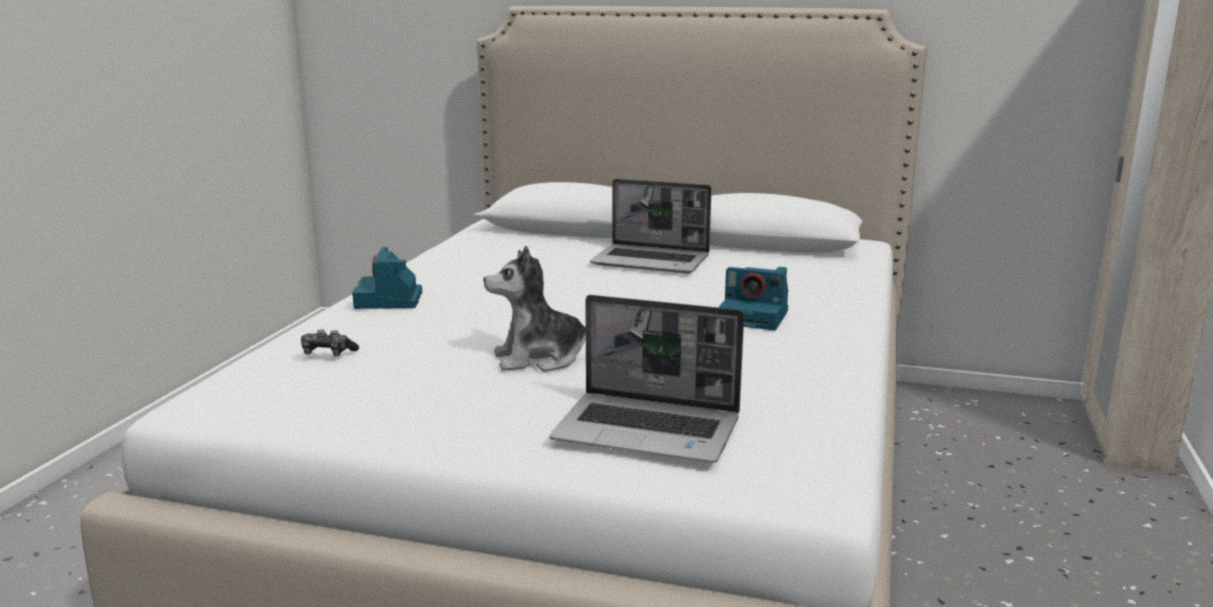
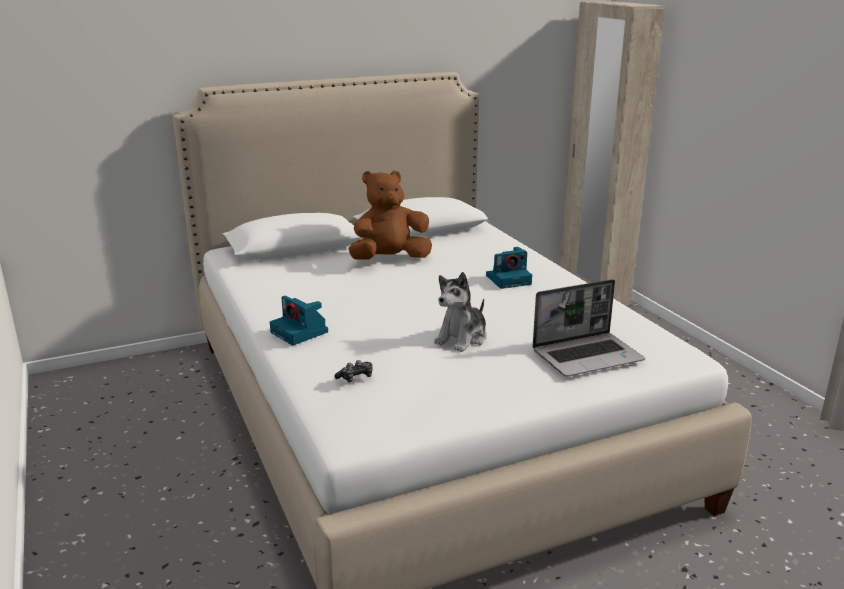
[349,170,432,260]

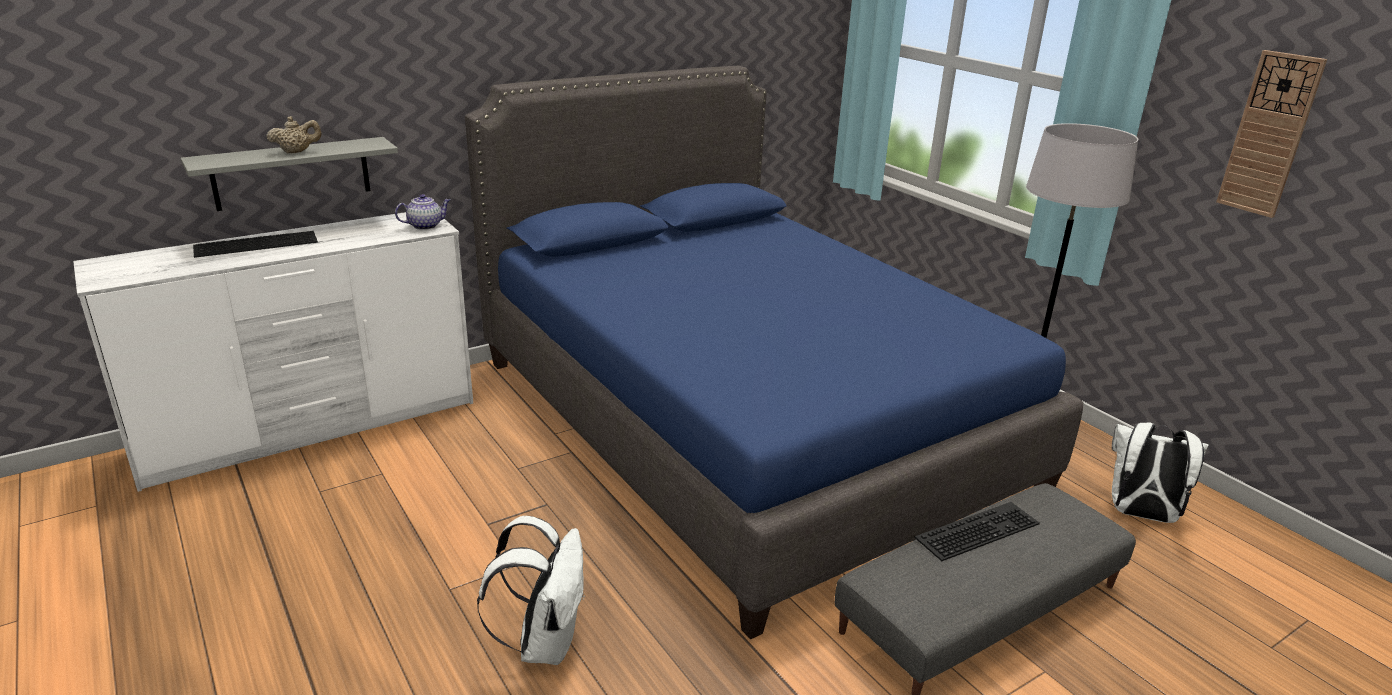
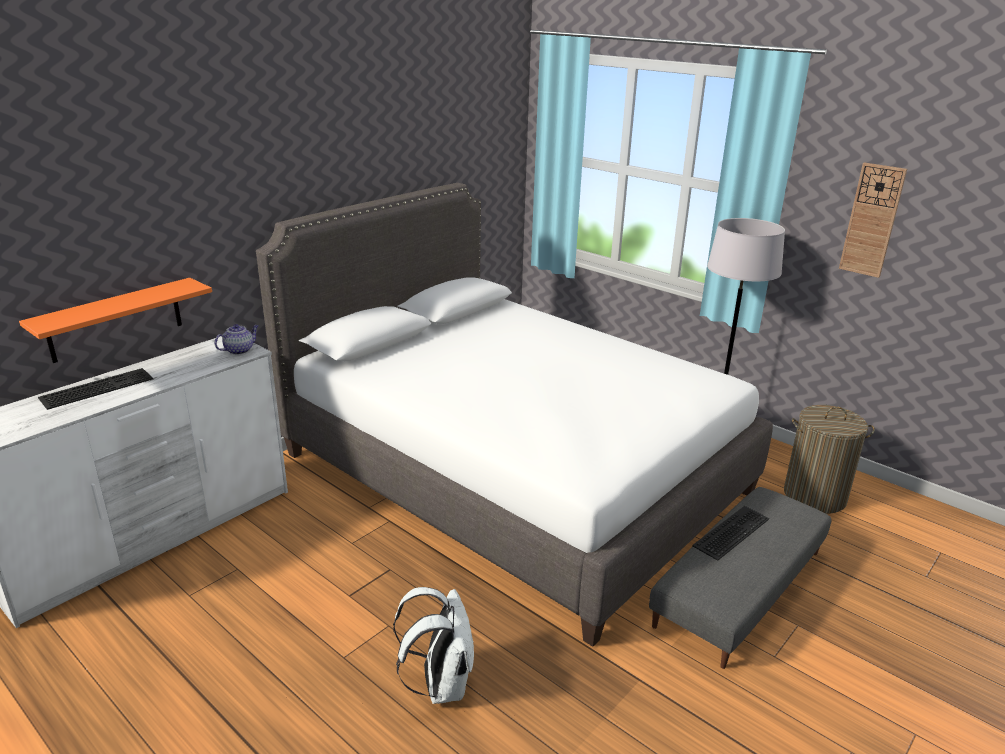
[19,278,212,363]
[256,183,773,647]
[784,405,875,514]
[266,116,322,153] (first image)

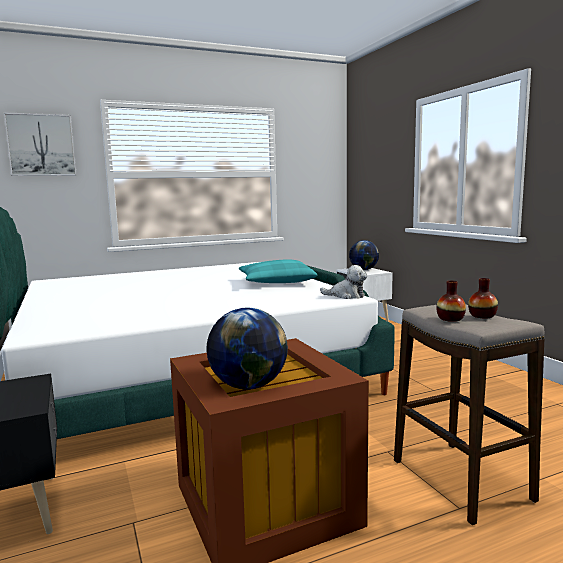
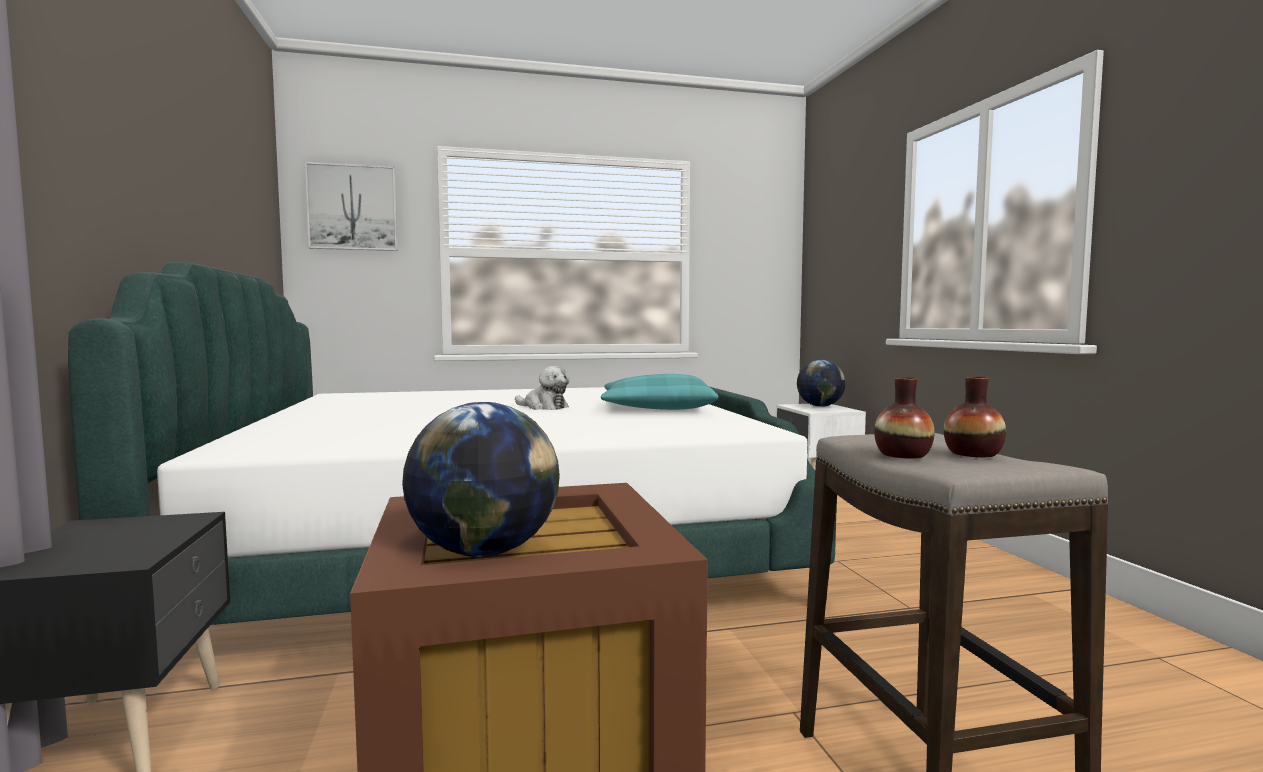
[515,366,569,410]

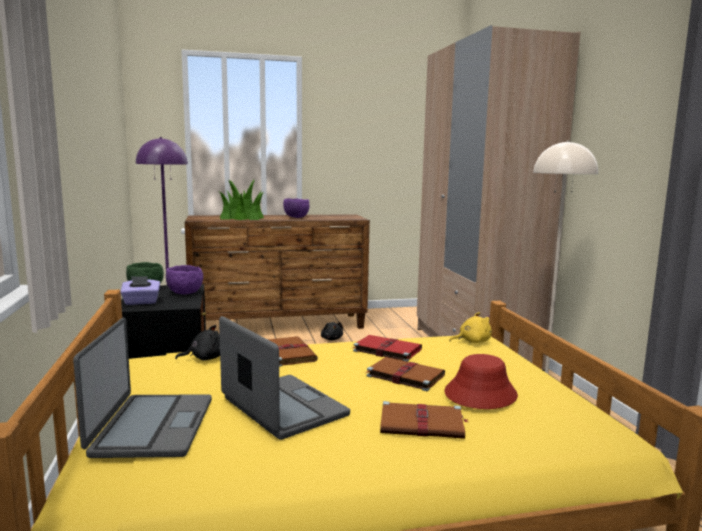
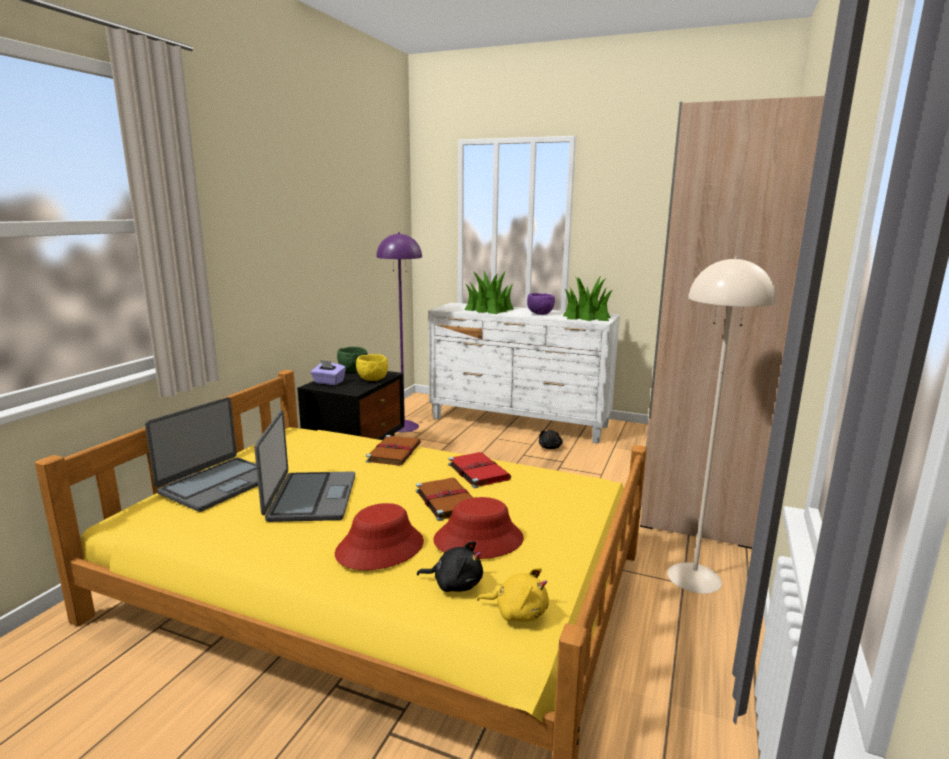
[335,503,424,570]
[356,354,388,381]
[417,541,483,592]
[428,303,620,444]
[477,567,549,622]
[563,275,612,321]

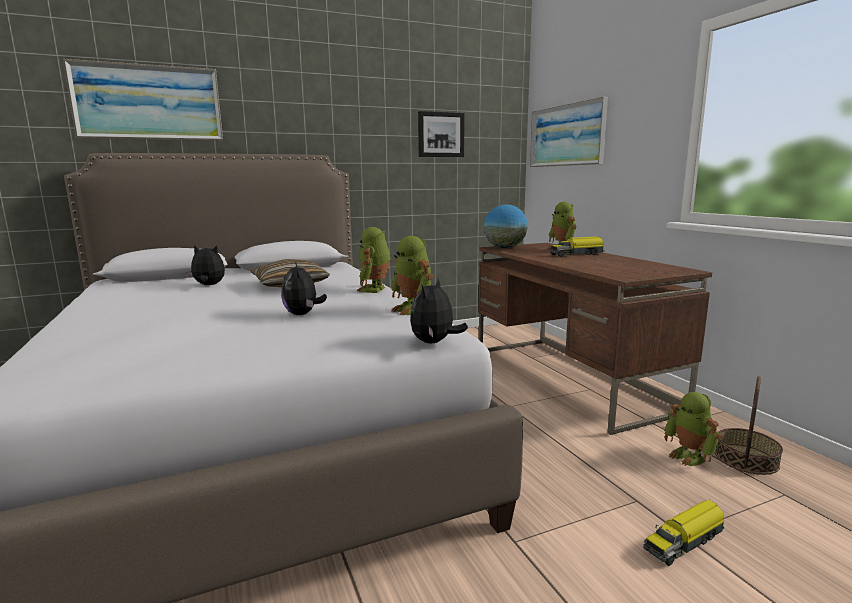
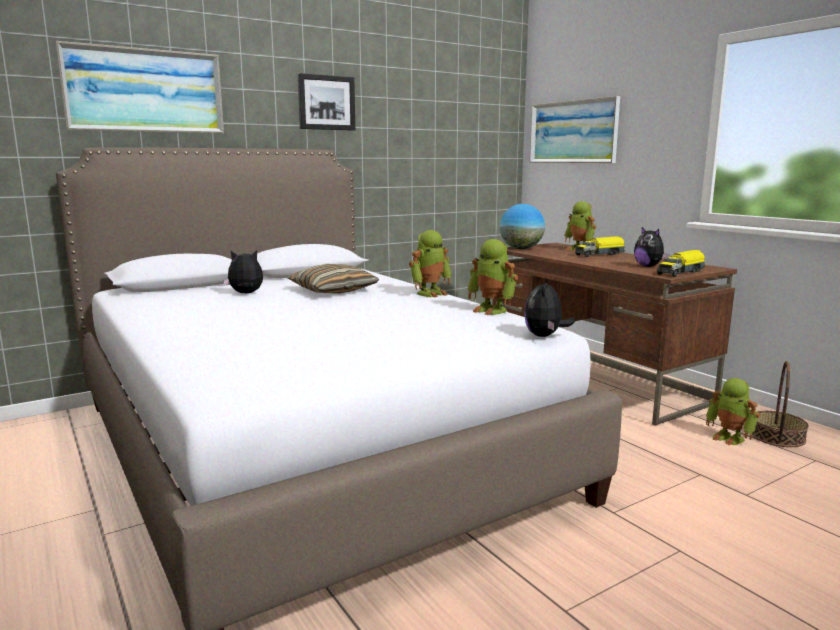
[298,73,355,131]
[409,230,452,298]
[634,227,669,267]
[657,250,705,277]

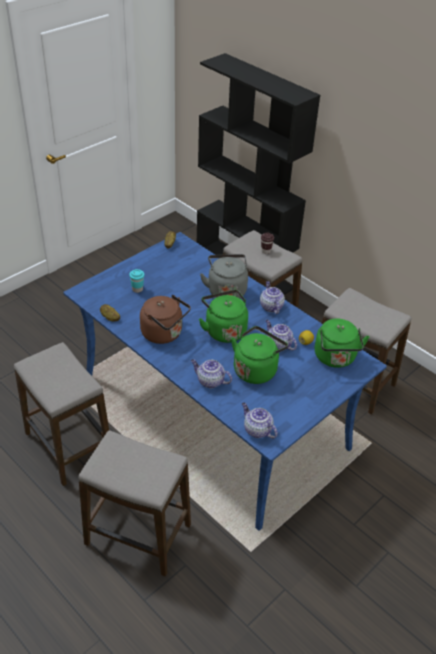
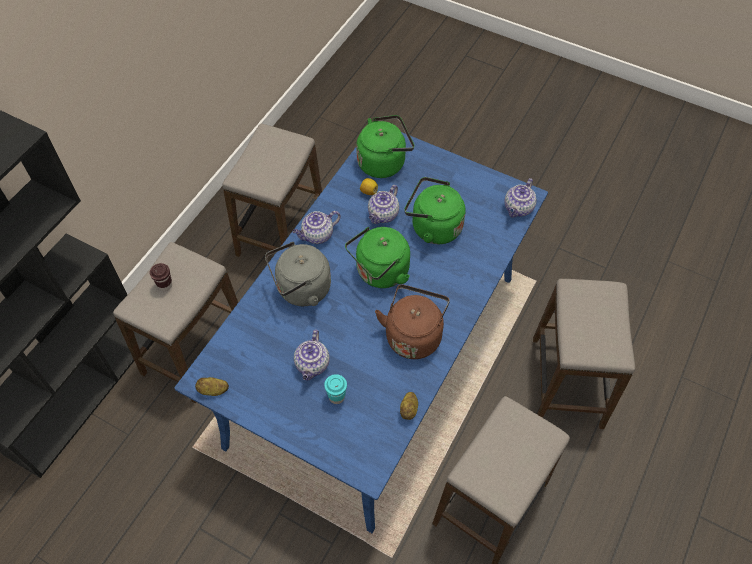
[294,330,330,381]

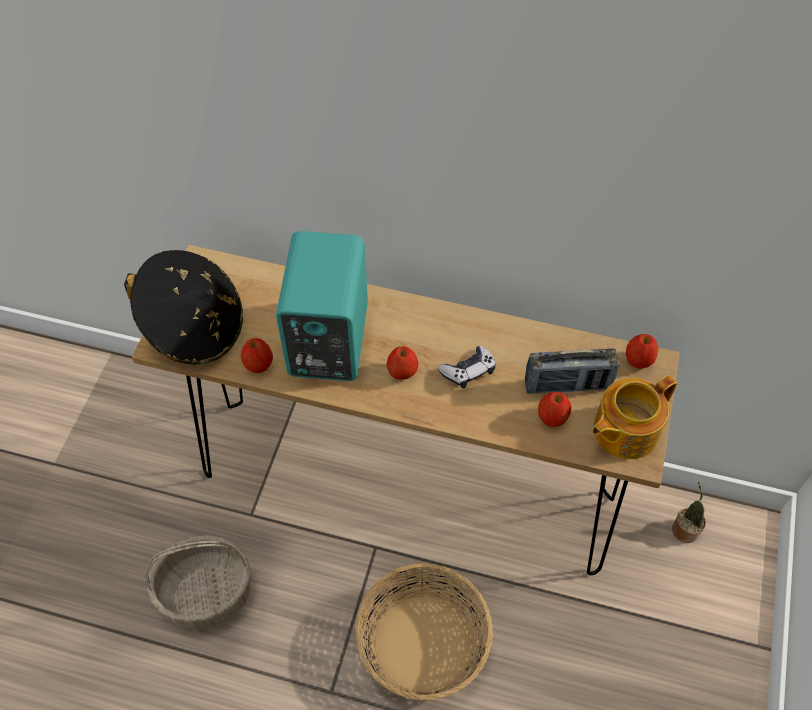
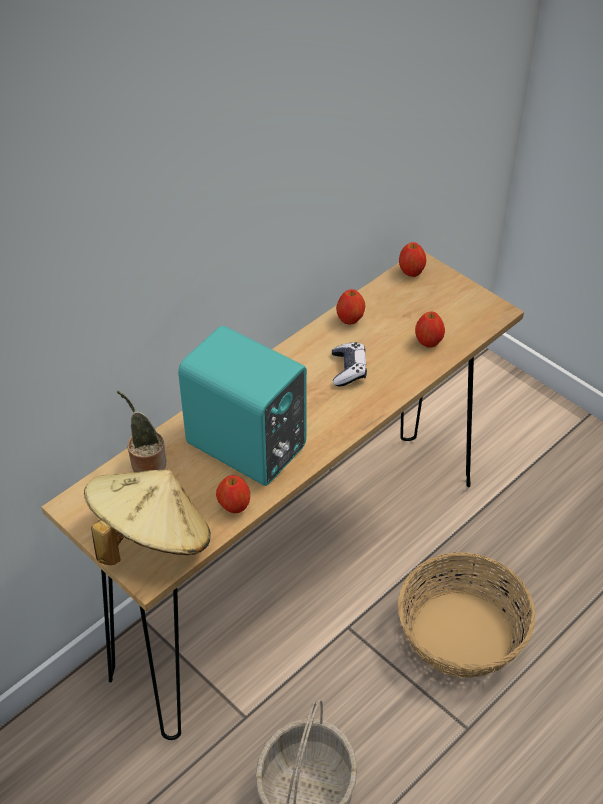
[84,470,210,565]
[117,390,167,472]
[336,289,365,325]
[525,348,620,394] (first image)
[592,375,677,459] (first image)

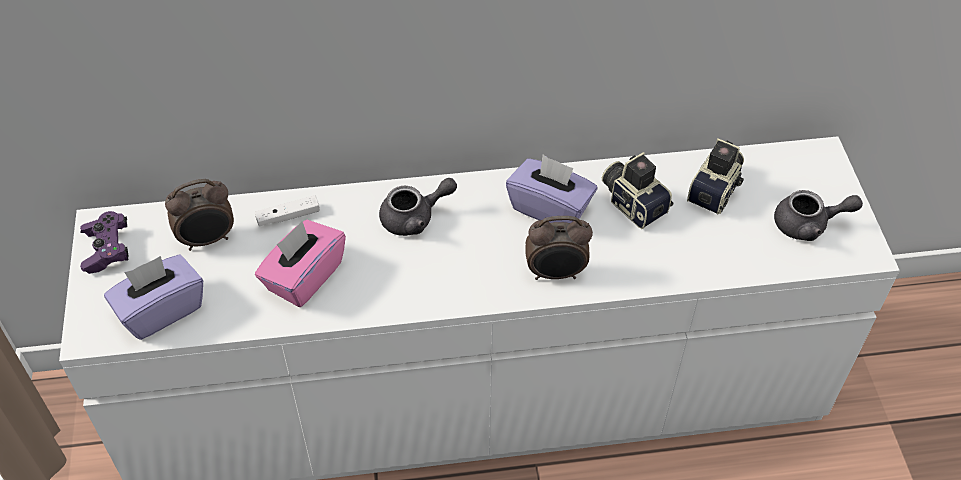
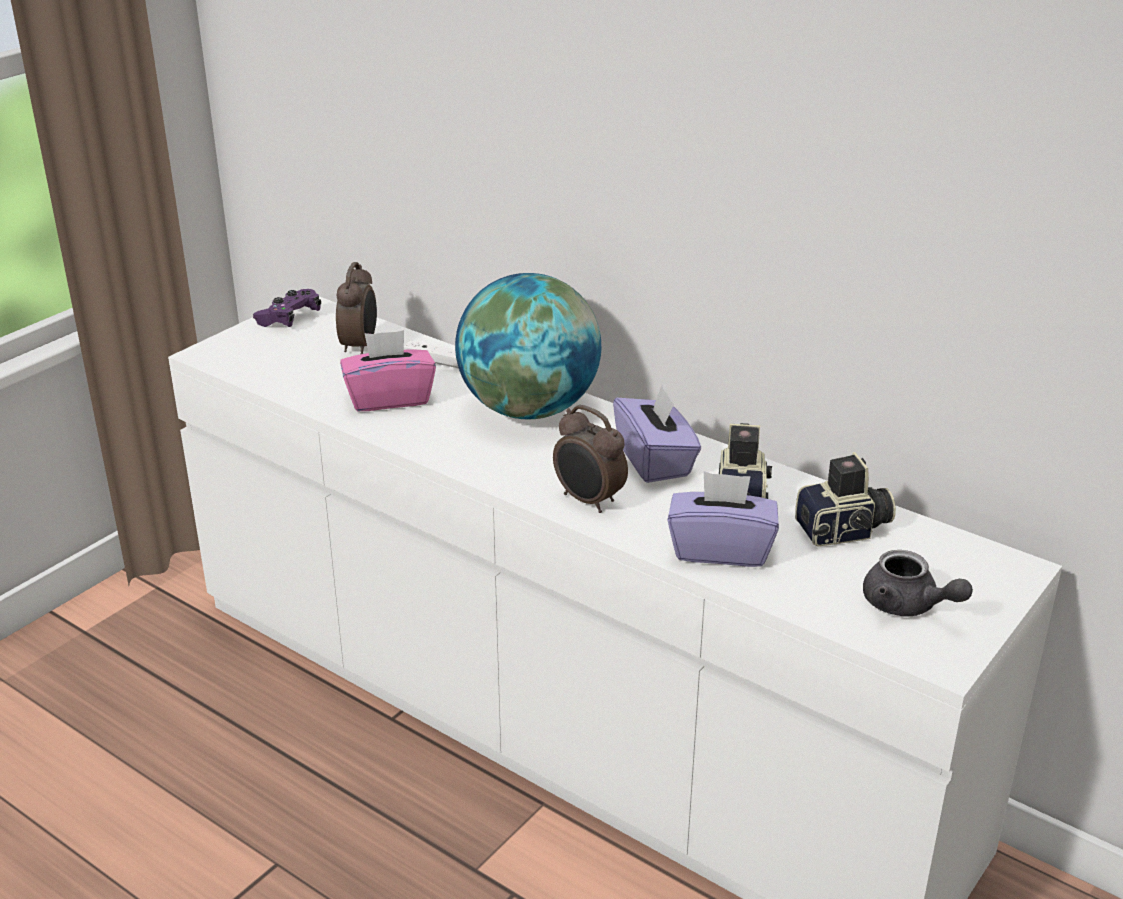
[336,262,377,354]
[455,273,601,419]
[667,471,779,567]

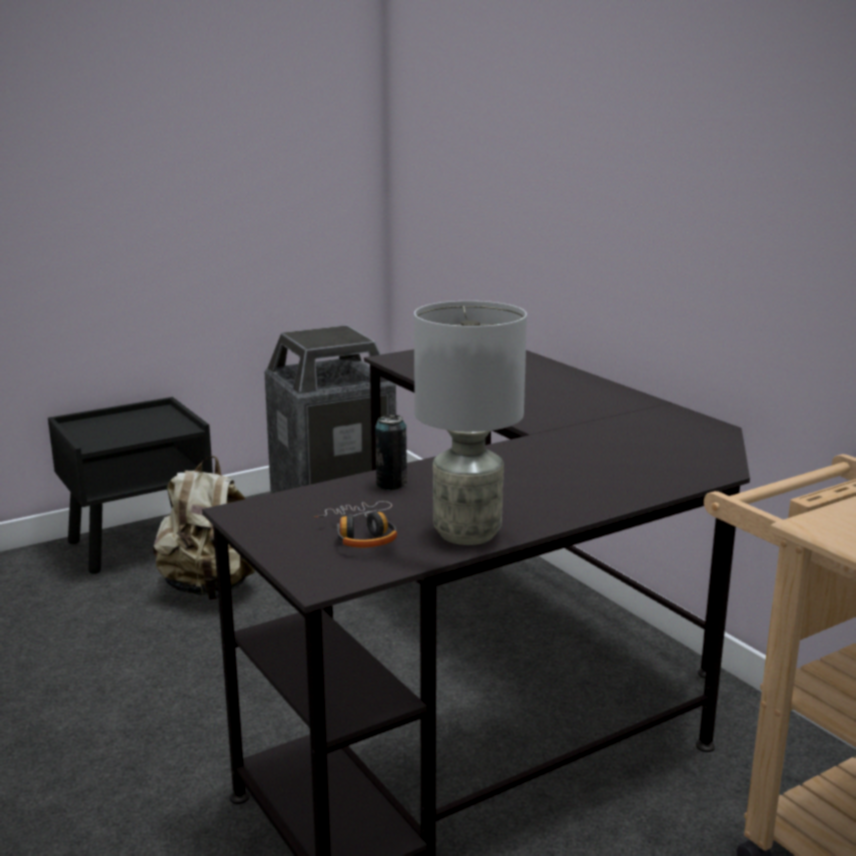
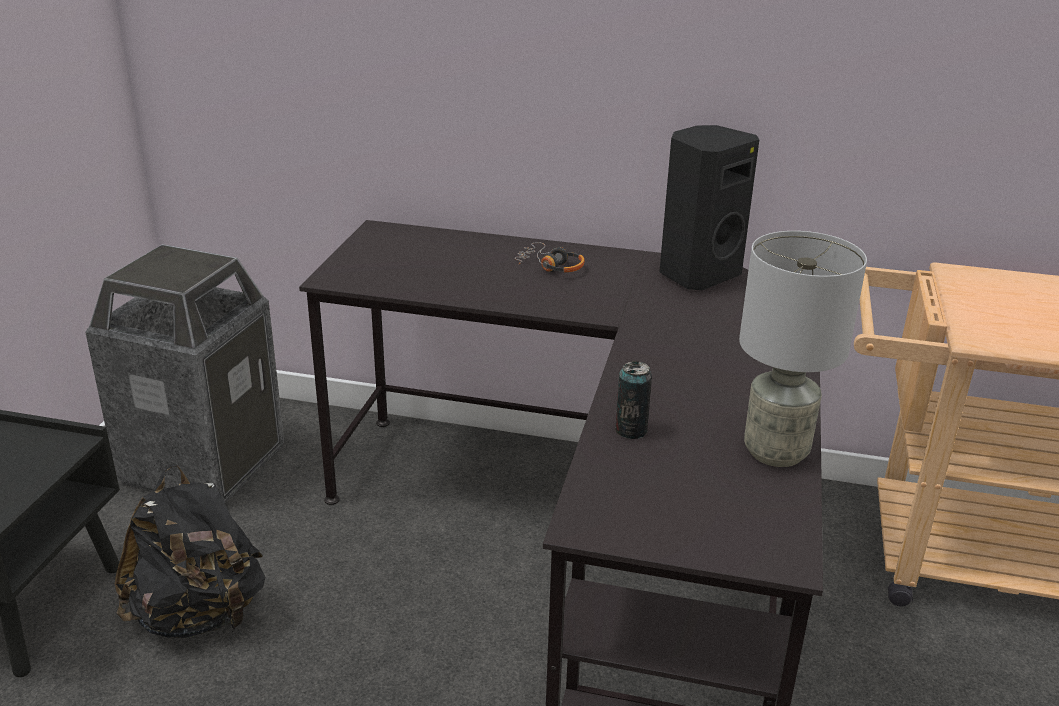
[115,464,265,638]
[515,242,585,273]
[659,125,759,290]

